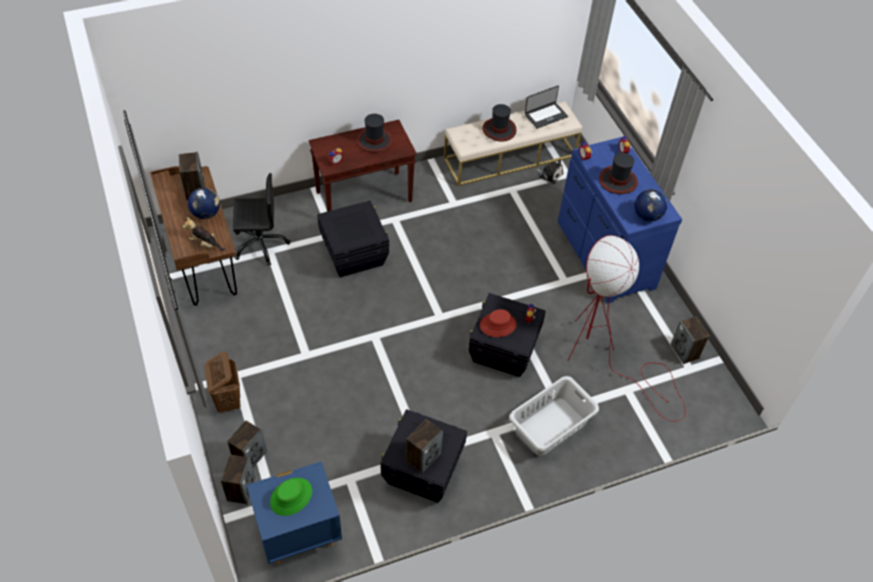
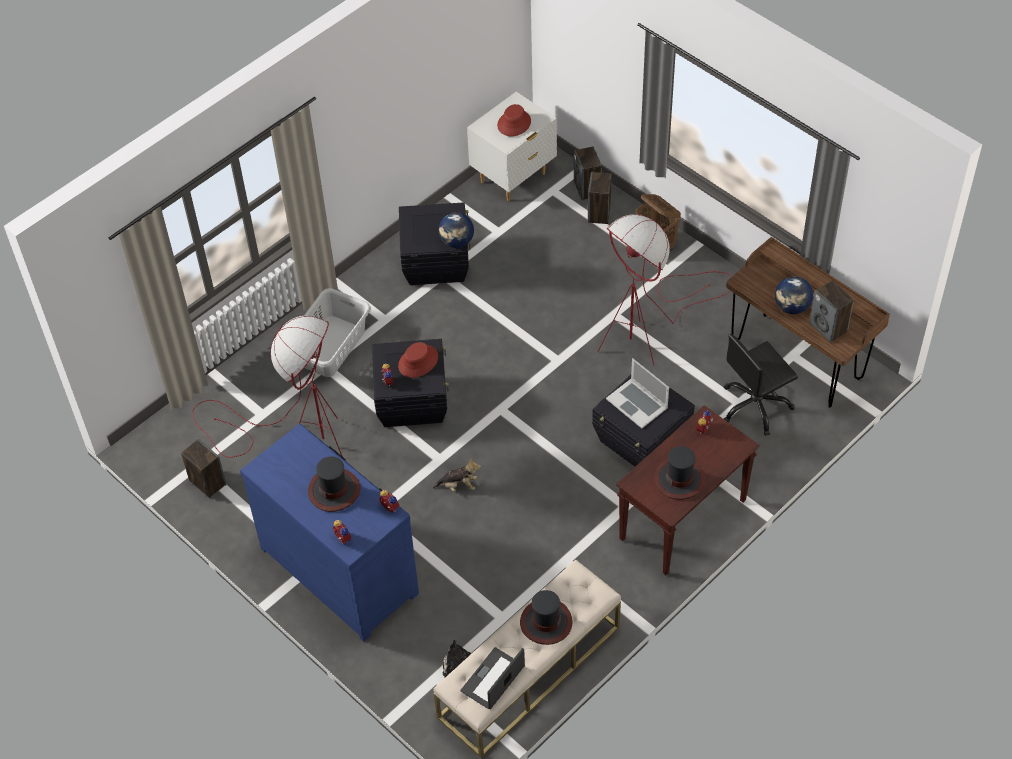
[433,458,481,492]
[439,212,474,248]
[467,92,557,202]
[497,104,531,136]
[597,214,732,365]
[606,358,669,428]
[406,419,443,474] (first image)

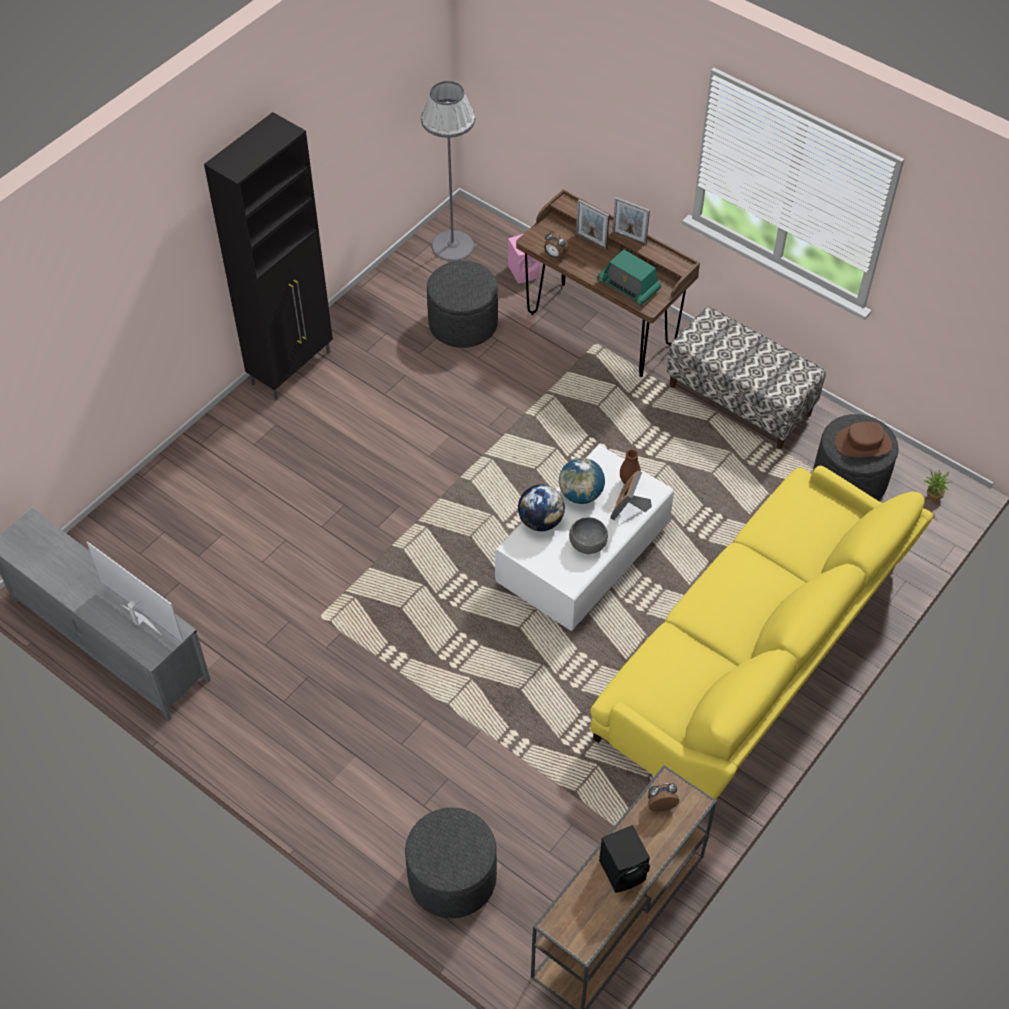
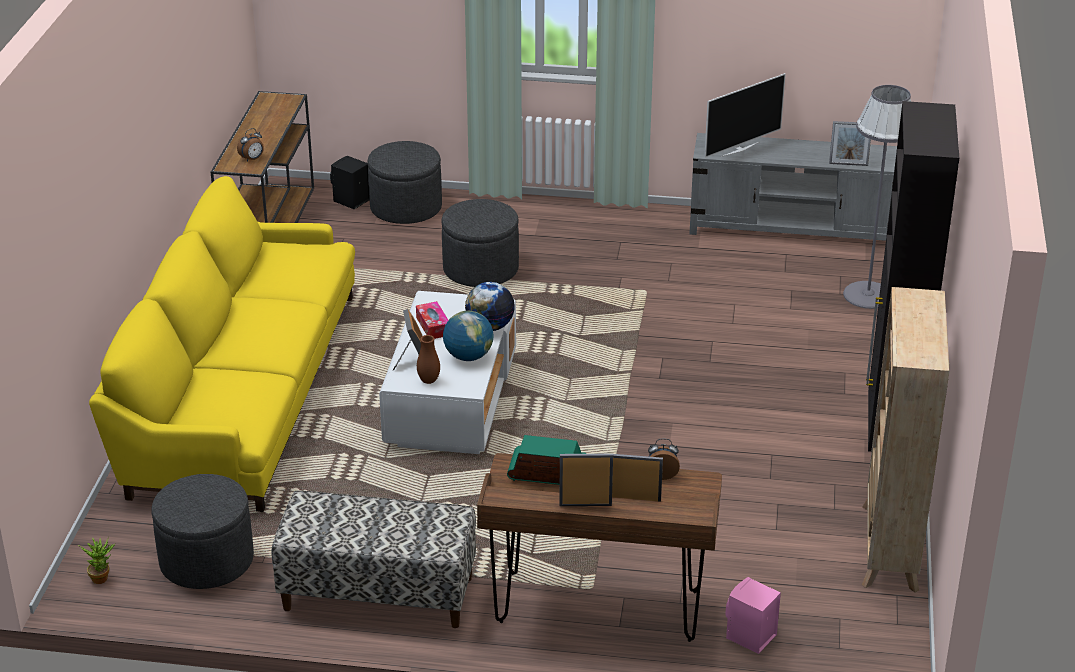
[330,156,369,209]
[416,301,448,339]
[441,199,519,287]
[704,73,786,158]
[829,121,871,166]
[843,85,911,309]
[862,287,950,593]
[835,422,892,458] (first image)

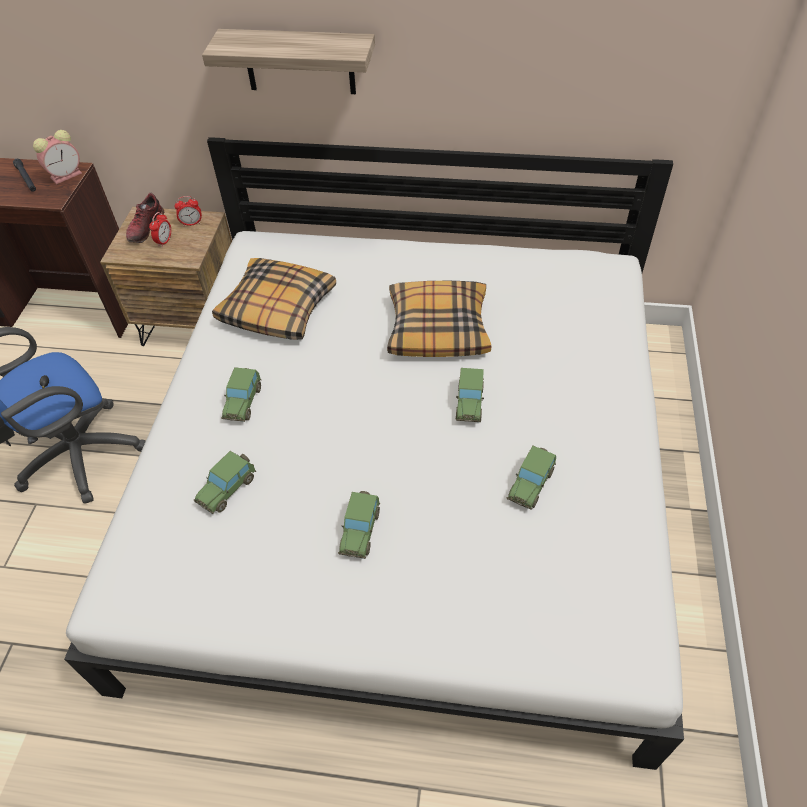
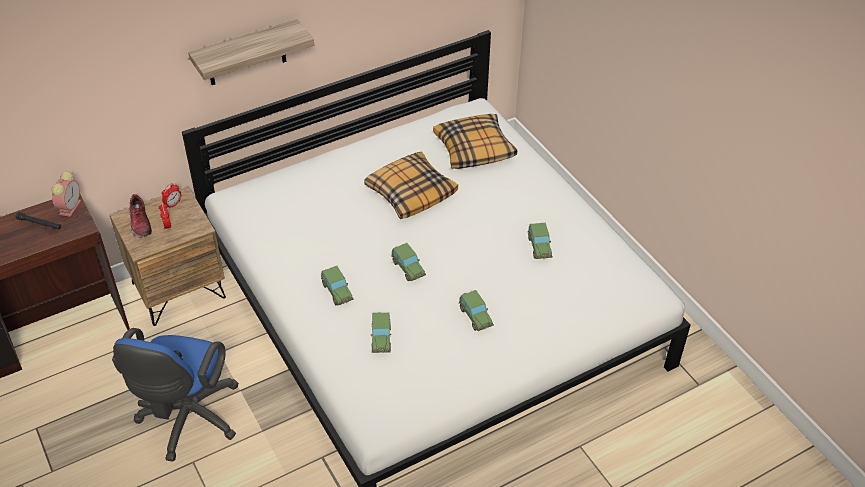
[391,243,426,281]
[433,114,517,169]

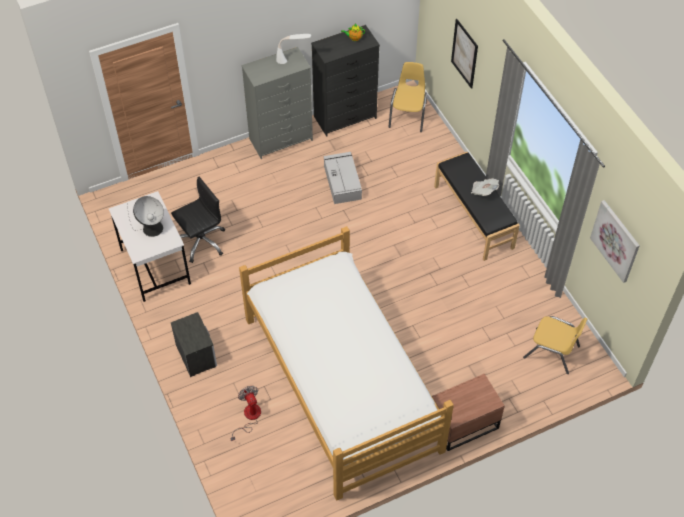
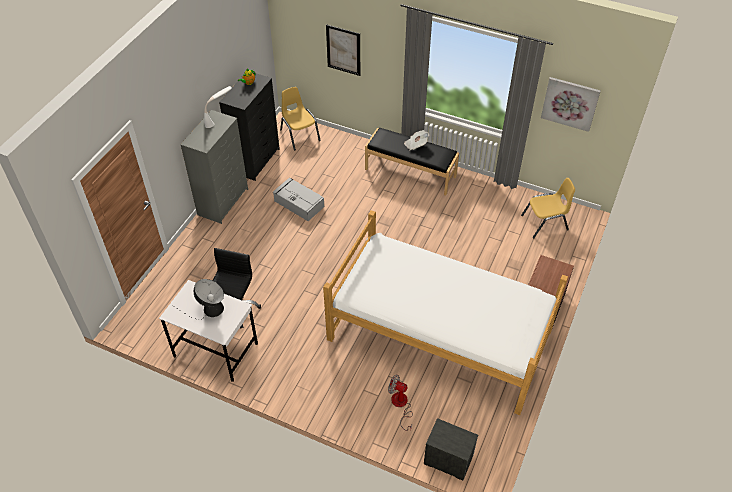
[424,418,478,481]

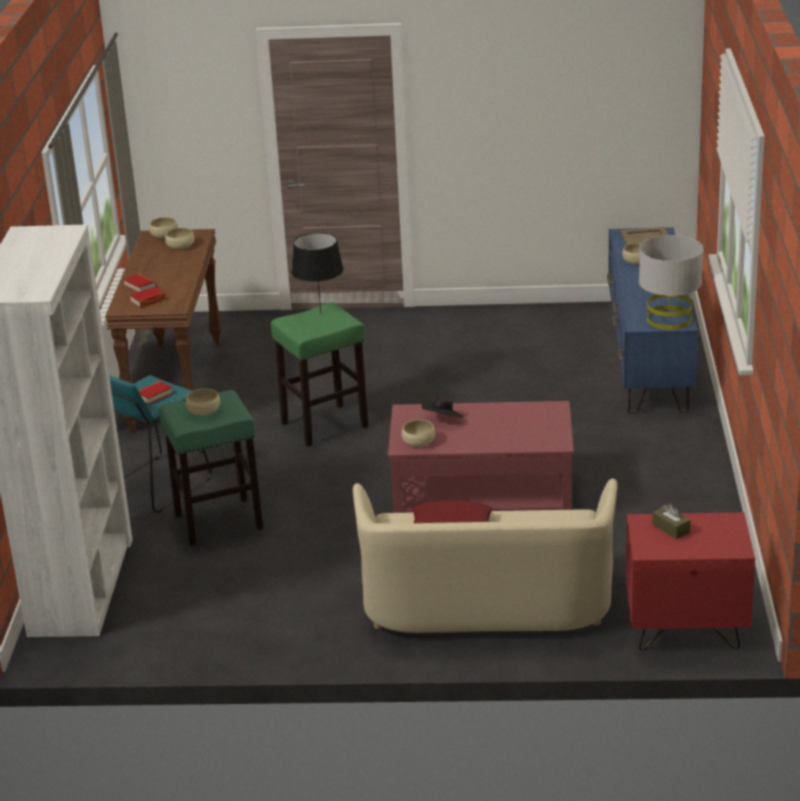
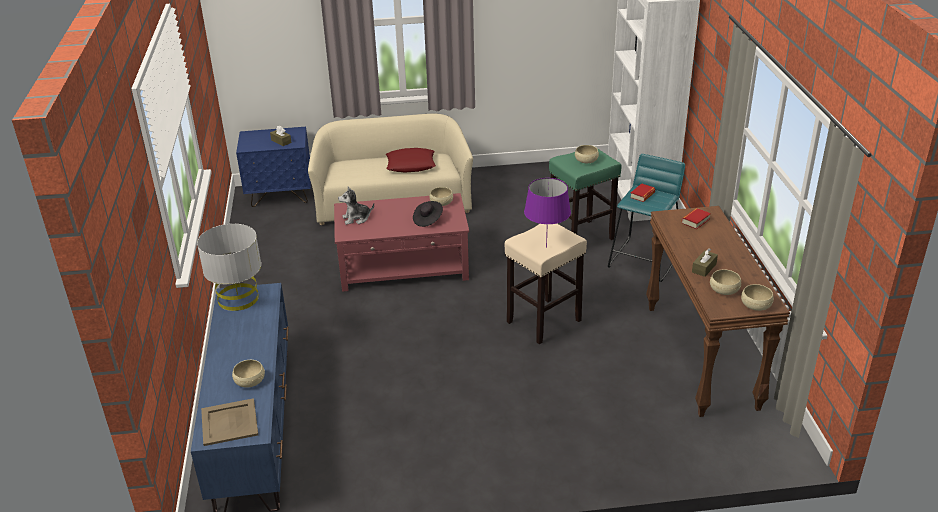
[236,127,311,207]
[338,187,374,225]
[505,224,587,344]
[524,178,571,248]
[692,248,718,277]
[123,274,156,292] (first image)

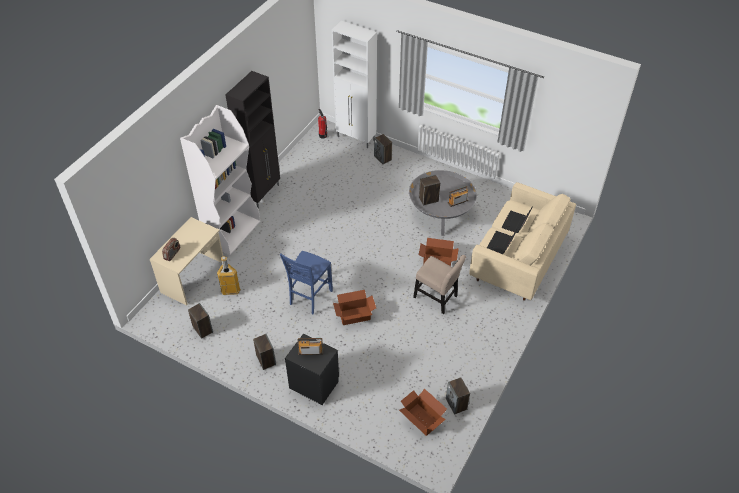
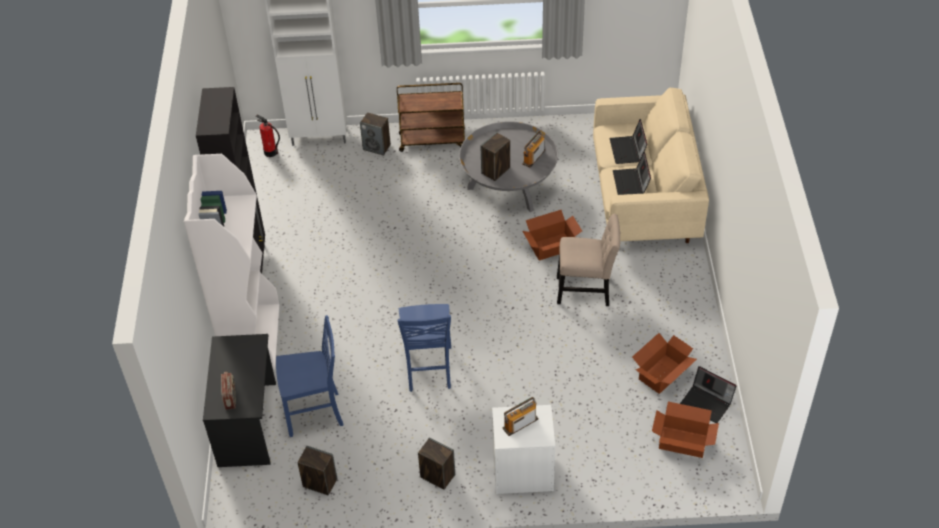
[203,334,276,467]
[276,315,343,437]
[397,83,465,152]
[492,405,555,494]
[632,333,697,394]
[680,366,736,423]

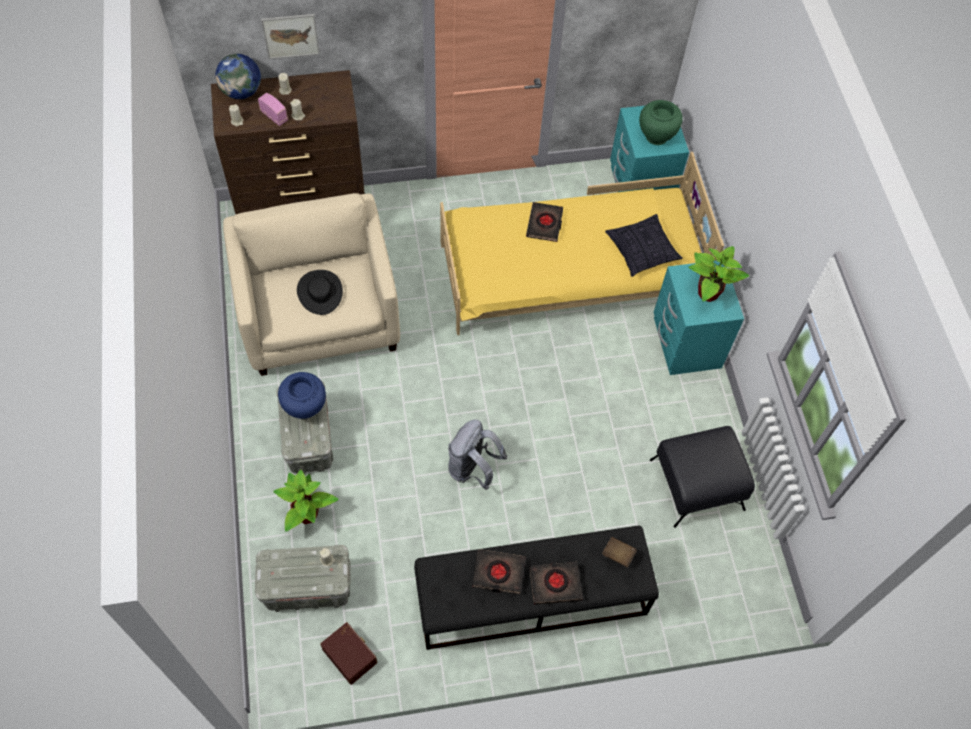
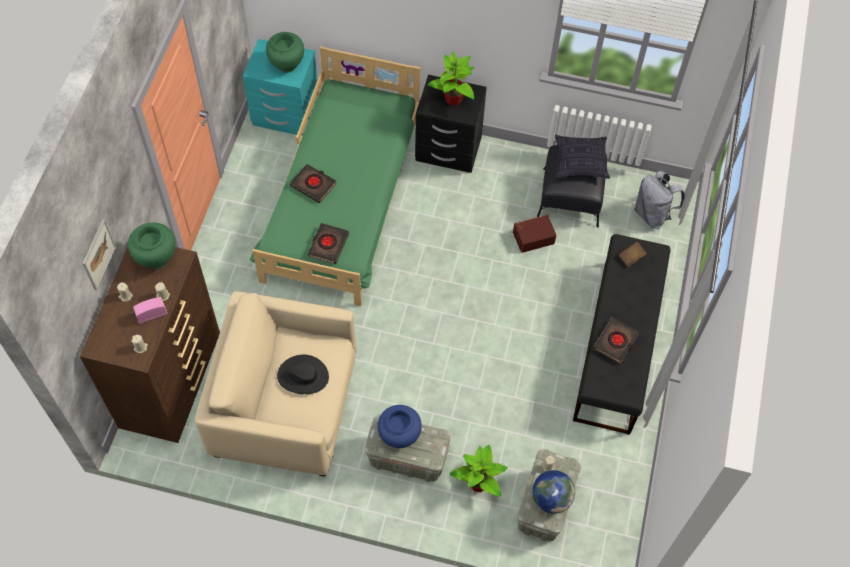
[128,222,176,269]
[250,46,420,306]
[308,223,349,264]
[415,75,487,173]
[513,215,556,253]
[532,470,575,514]
[555,135,610,179]
[634,171,685,229]

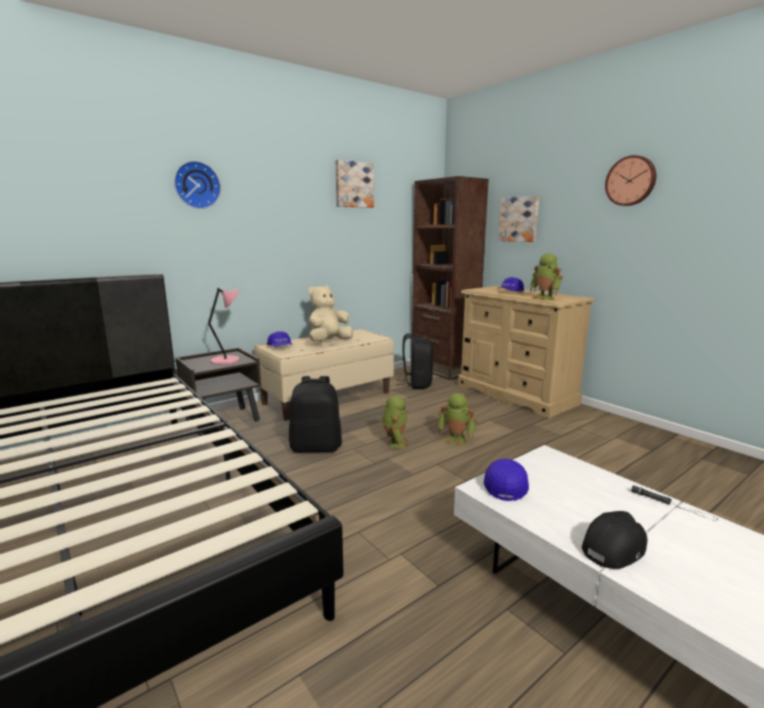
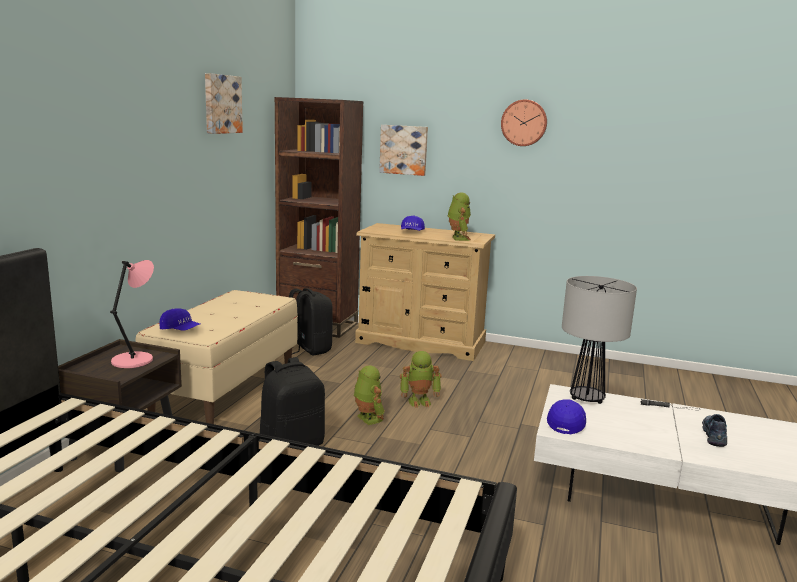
[448,193,471,241]
[547,400,586,434]
[562,276,637,404]
[702,414,727,447]
[174,161,221,209] (first image)
[308,286,353,341] (first image)
[582,511,648,569] (first image)

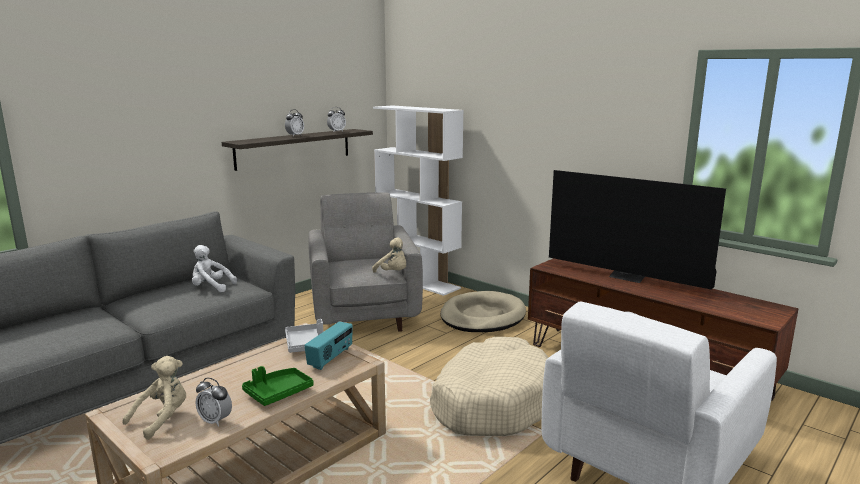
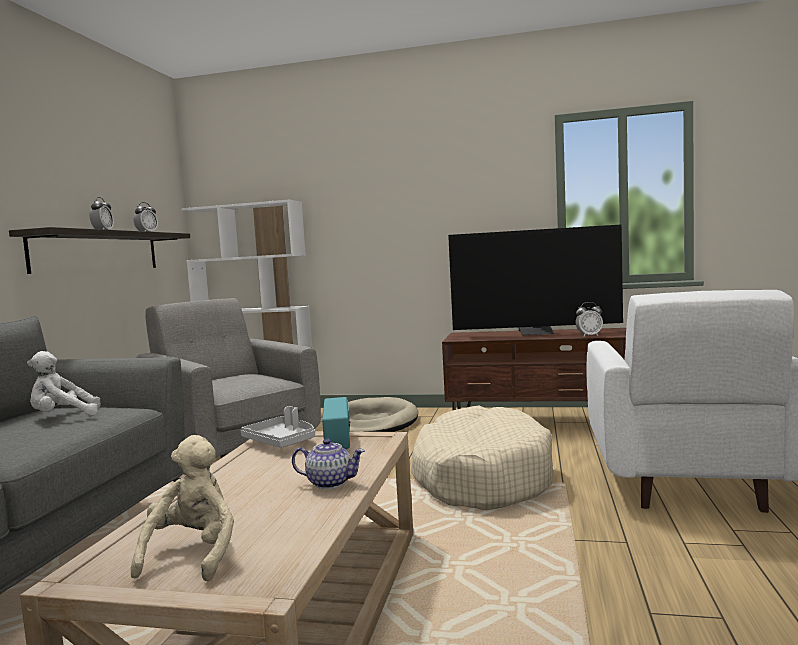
[292,439,365,489]
[575,302,603,337]
[372,238,406,273] (first image)

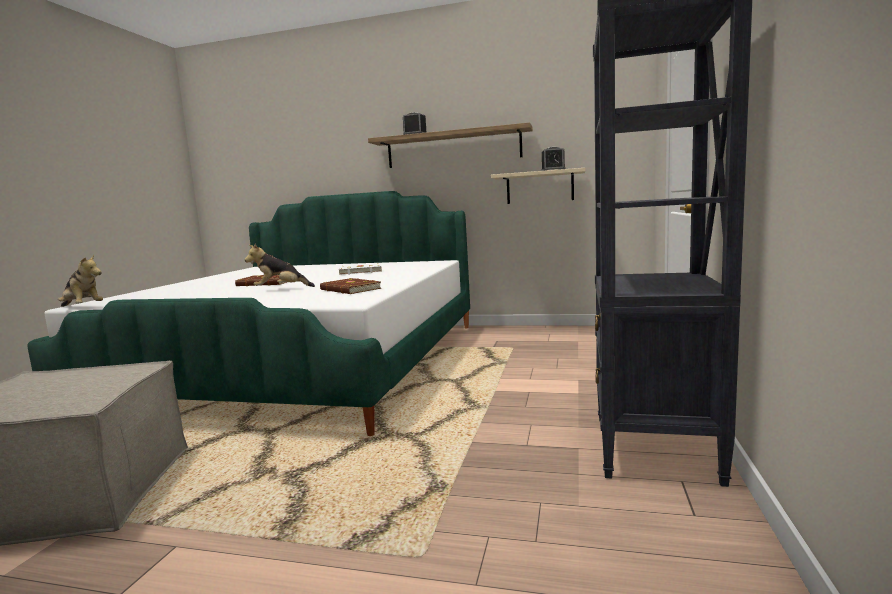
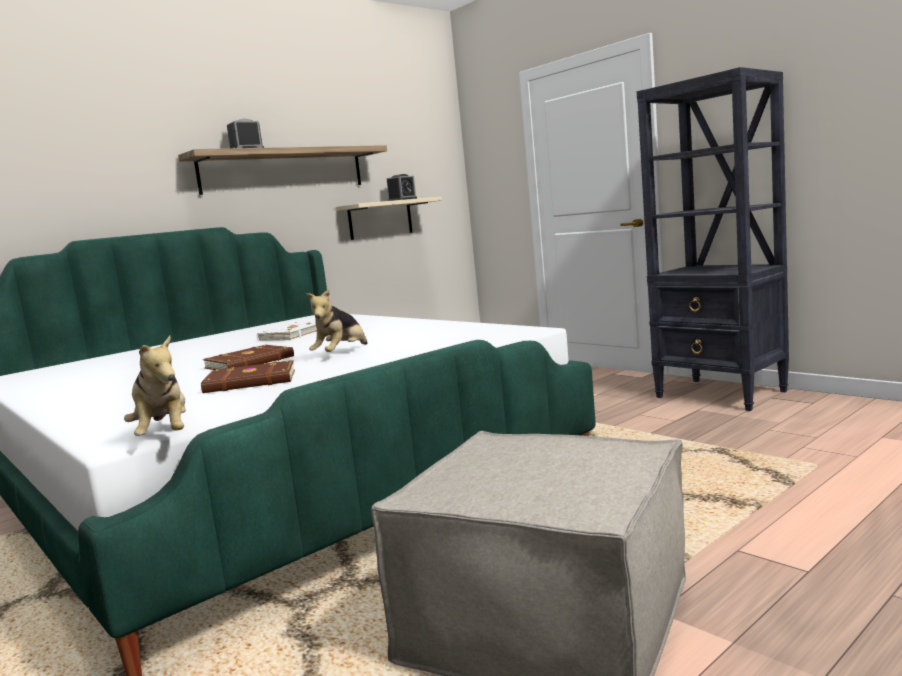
[124,336,186,436]
[201,360,295,393]

